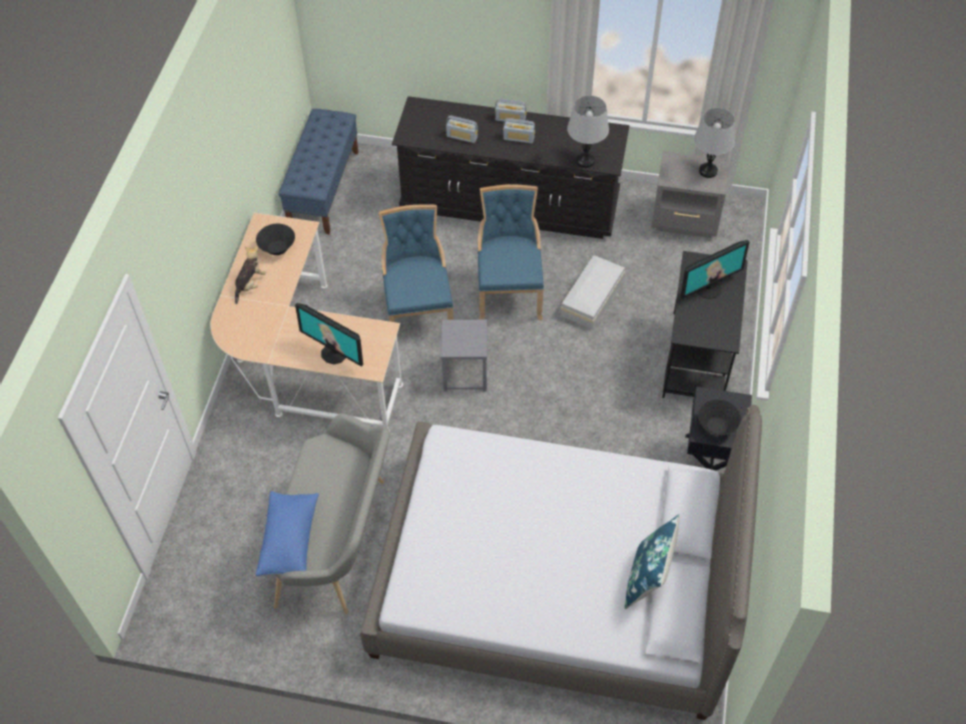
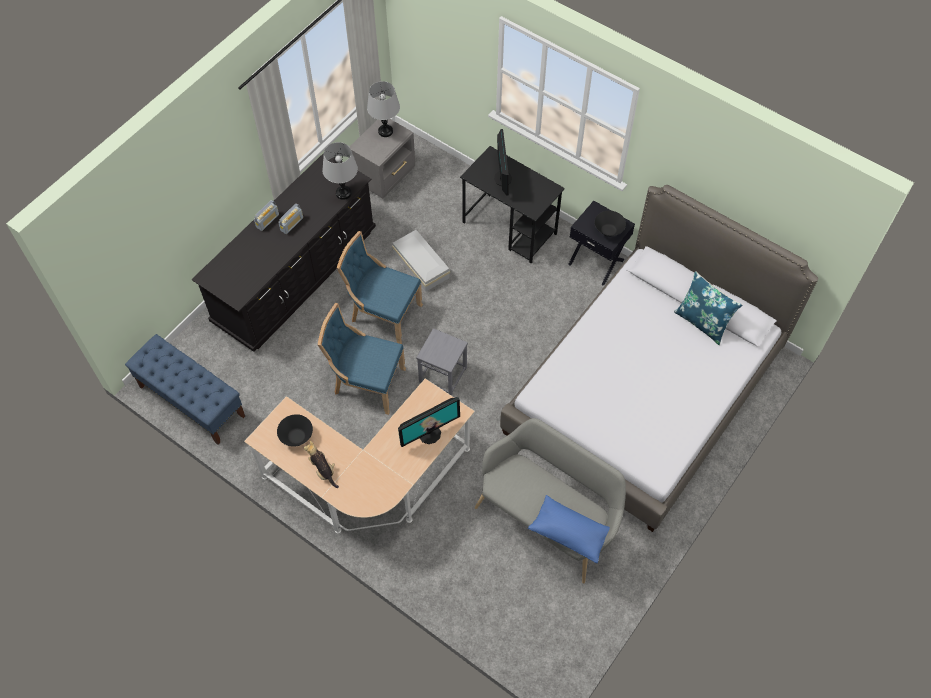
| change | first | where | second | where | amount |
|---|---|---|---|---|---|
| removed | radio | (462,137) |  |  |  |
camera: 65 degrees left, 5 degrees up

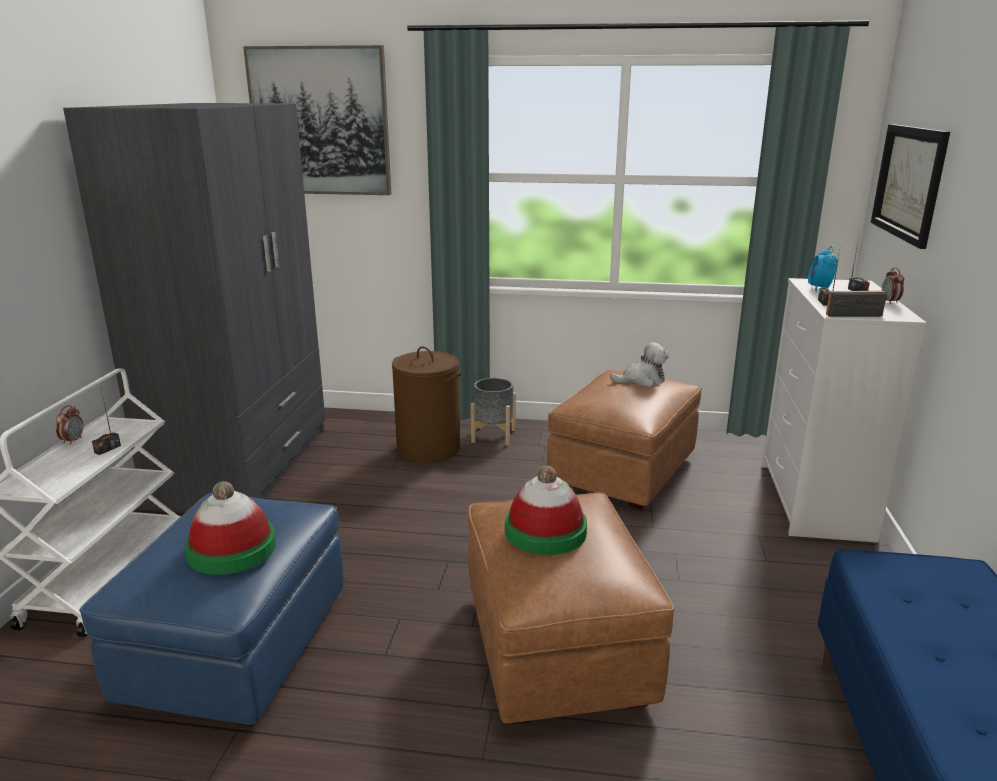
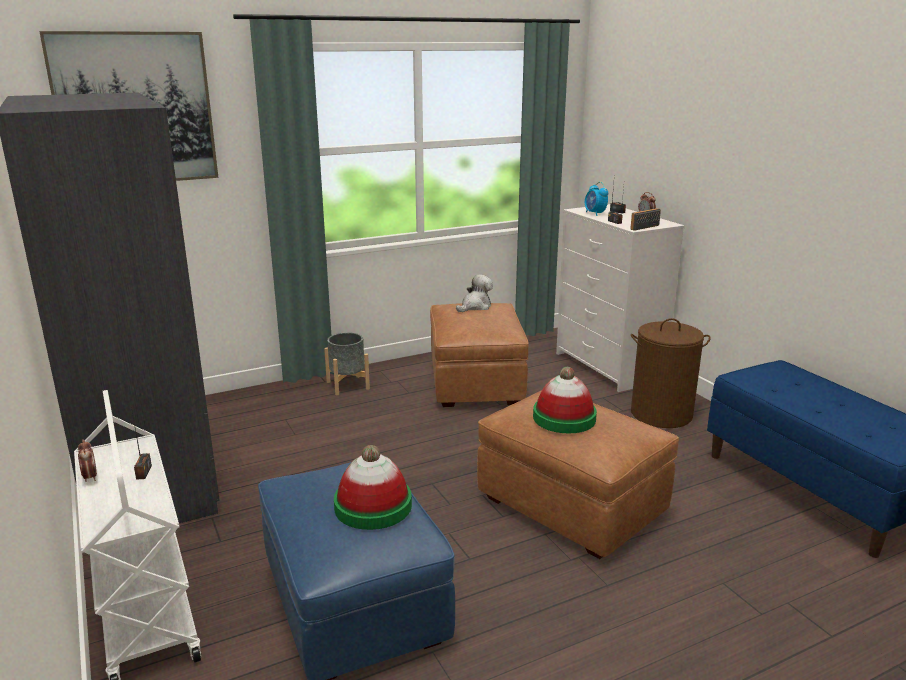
| change | first | where | second | where | amount |
|---|---|---|---|---|---|
| removed | picture | (909,182) |  |  |  |
| moved | laundry basket (brown) | (429,448) |  | (661,414) |  |
camera: 35 degrees left, 0 degrees up

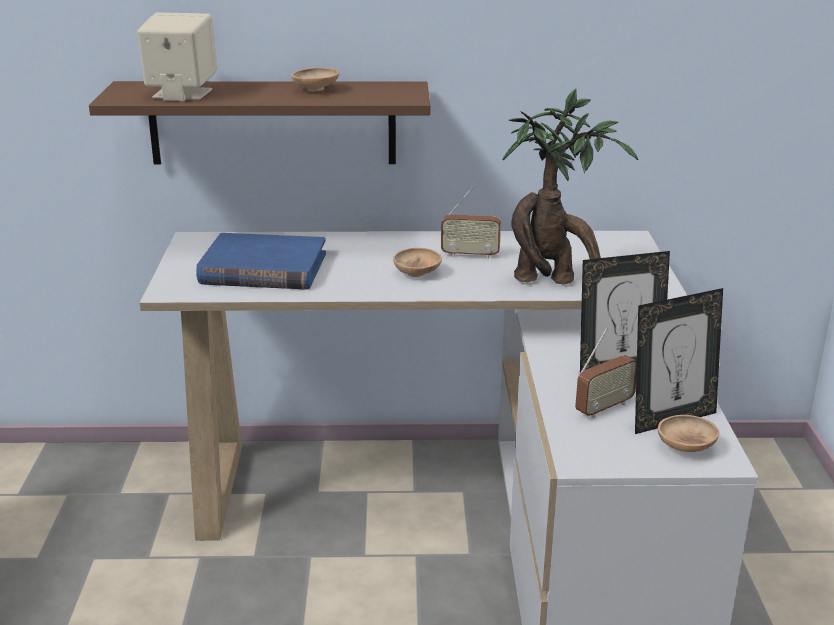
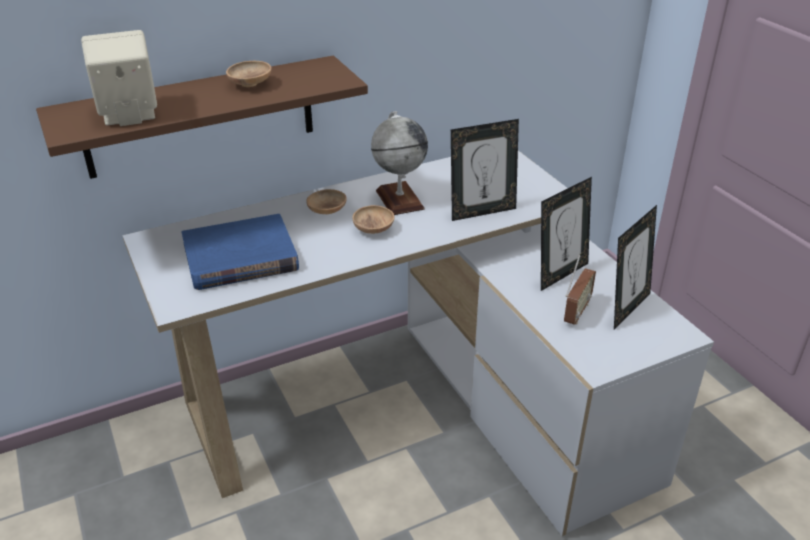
| change | first | where | second | where | amount |
|---|---|---|---|---|---|
| replaced | potted plant | (552,282) | picture frame | (482,211) |  |
| replaced | radio | (470,255) | globe | (399,199) |  |
| moved | bowl (brown) | (685,447) |  | (327,211) |  |
camera: 25 degrees left, 10 degrees up

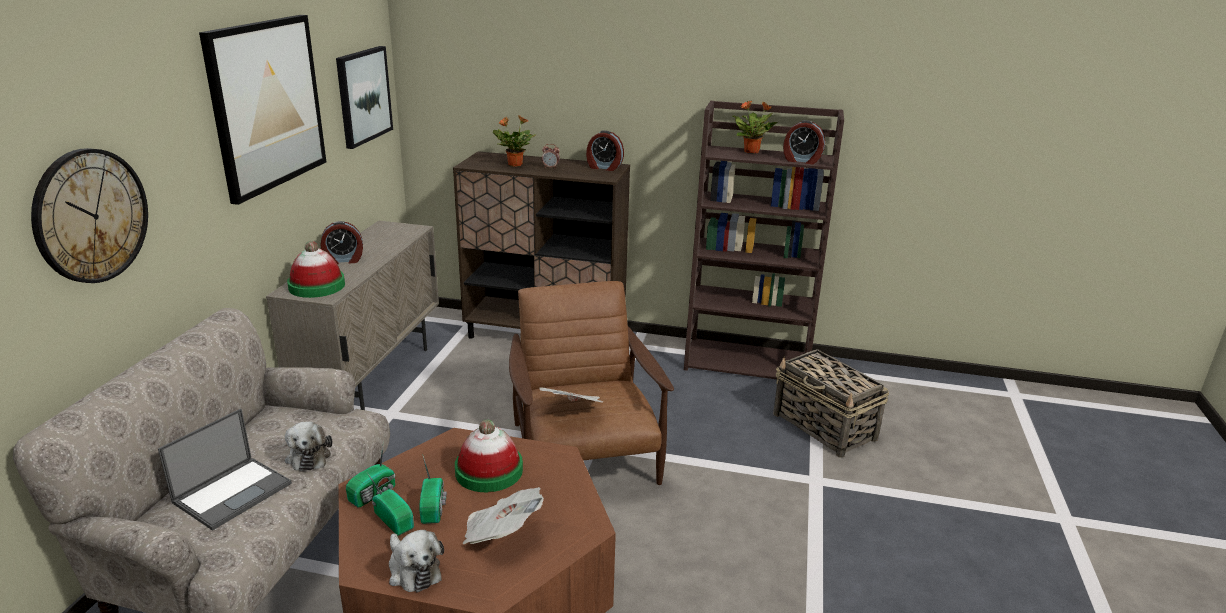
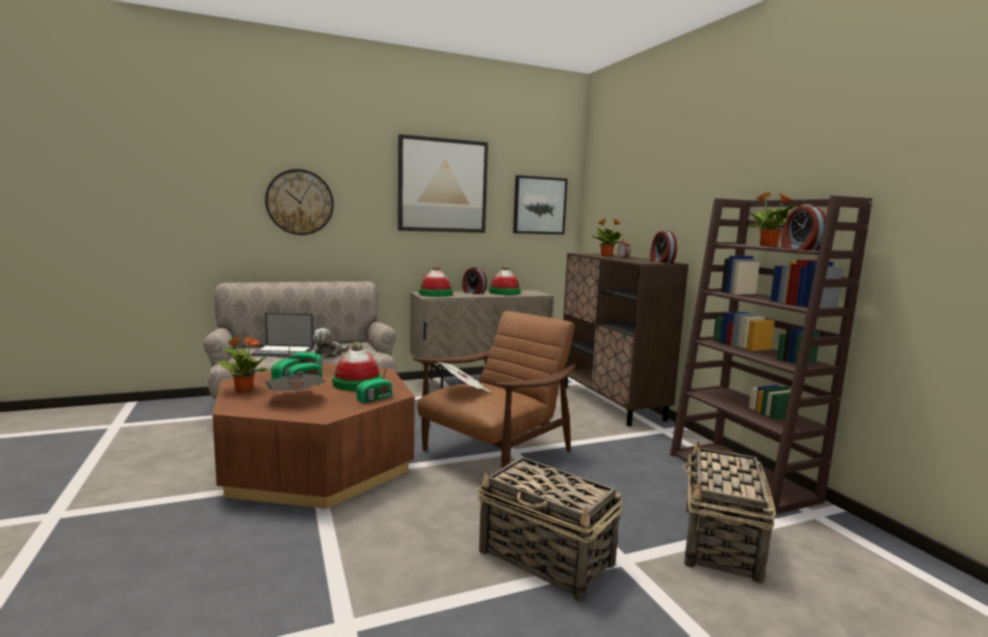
| change | first | where | second | where | amount |
|---|---|---|---|---|---|
| replaced | plush toy | (413,570) | potted plant | (243,389) |  |
| added |  |  | hat | (504,292) |  |
| added |  |  | radio | (376,398) |  |
| added |  |  | basket | (547,558) |  |
camera: 55 degrees right, 15 degrees down

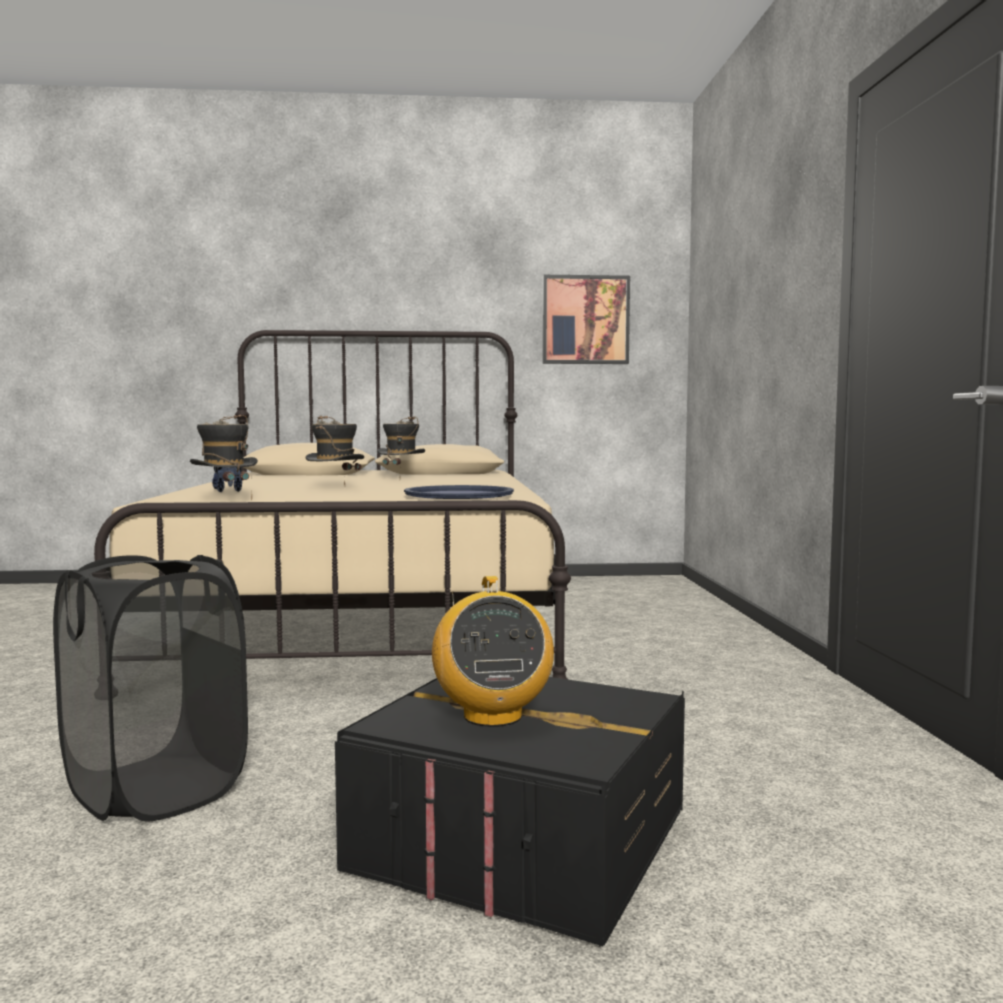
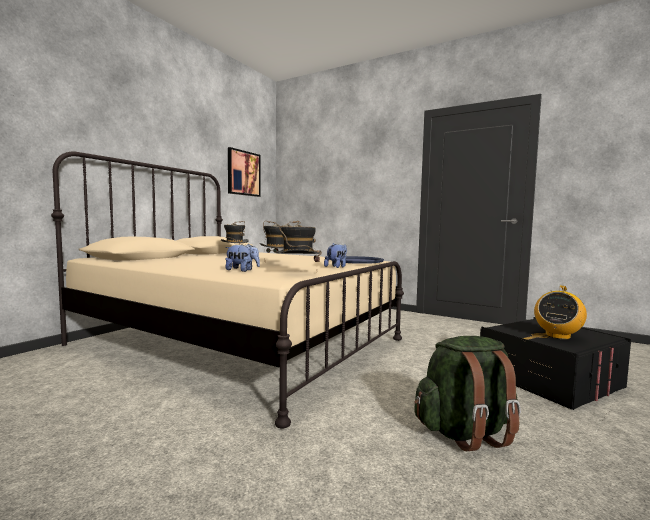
| change | first | where | second | where | amount |
|---|---|---|---|---|---|
| replaced | laundry basket (black) | (154,789) | backpack (green) | (465,432) |  |
| turned | radio | (492,716) |  | (557,336) | 105 degrees clockwise |
| added |  |  | plush toy | (336,267) |  |
camera: 55 degrees left, 0 degrees up

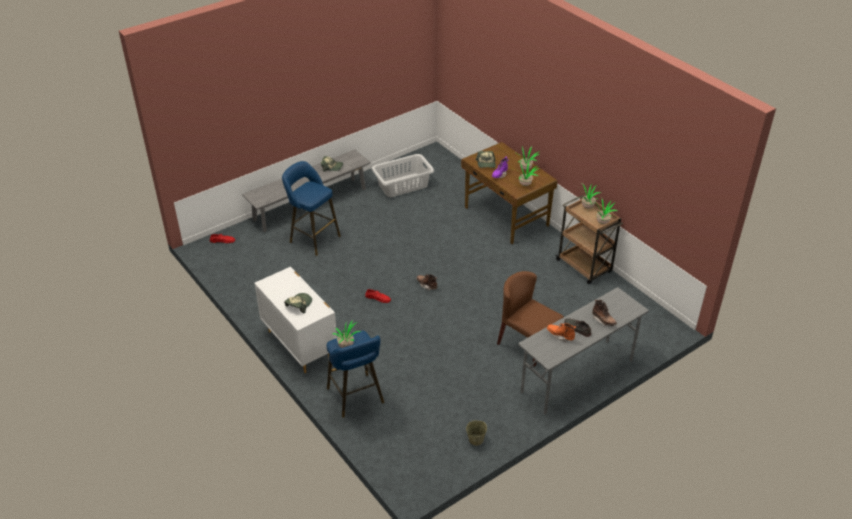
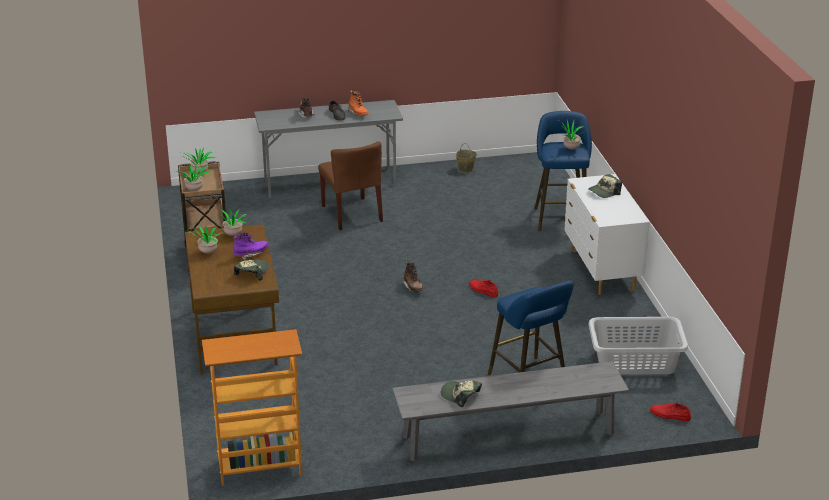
| change | first | where | second | where | amount |
|---|---|---|---|---|---|
| moved | laundry basket (grey) | (402,185) |  | (635,362) |  |
| added |  |  | bookcase | (260,468) |  |
camera: 155 degrees left, 10 degrees down

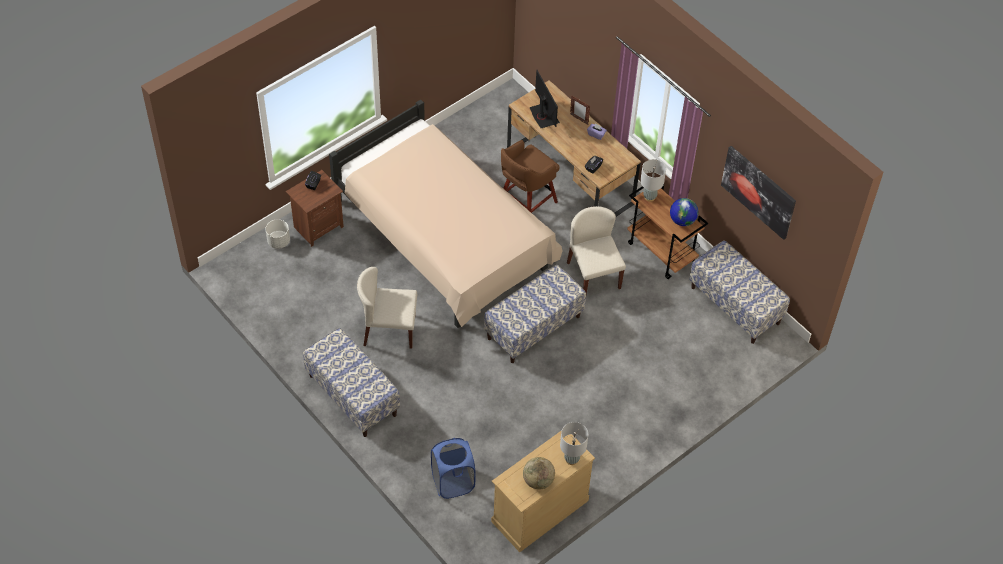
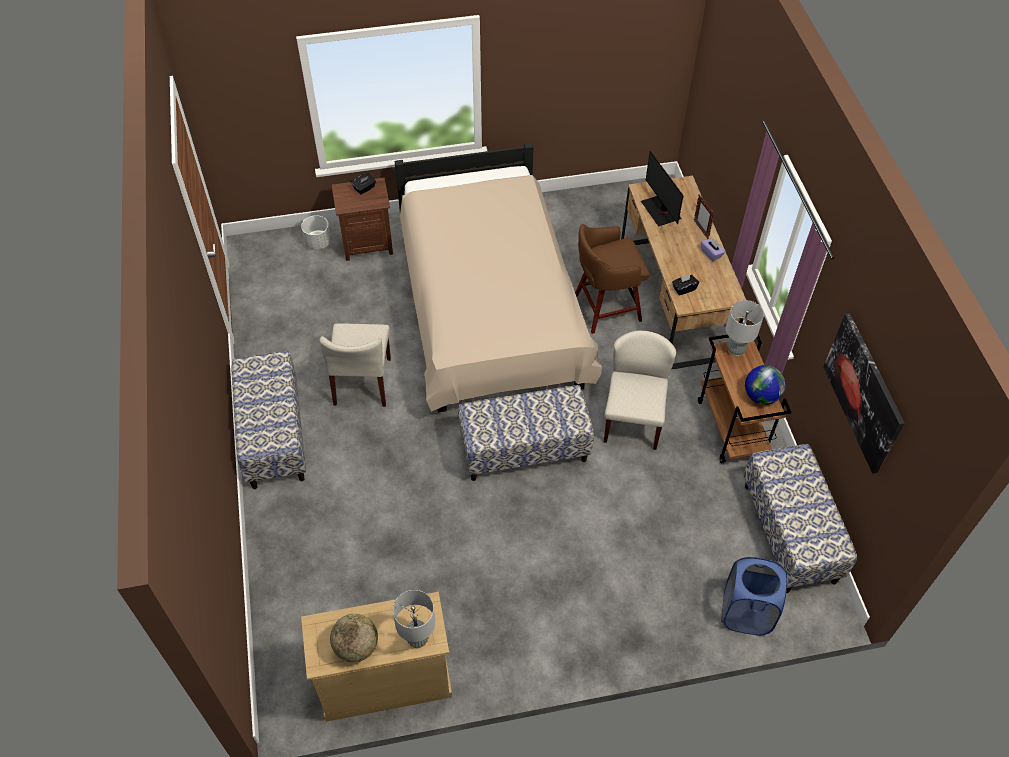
| change | first | where | second | where | amount |
|---|---|---|---|---|---|
| turned | monitor | (543,116) |  | (661,210) | 150 degrees clockwise |
| turned | chair (beige) | (389,330) |  | (363,382) | 120 degrees counterclockwise |
| moved | laundry basket (blue) | (453,482) |  | (745,613) |  |
camera: 30 degrees right, 0 degrees up

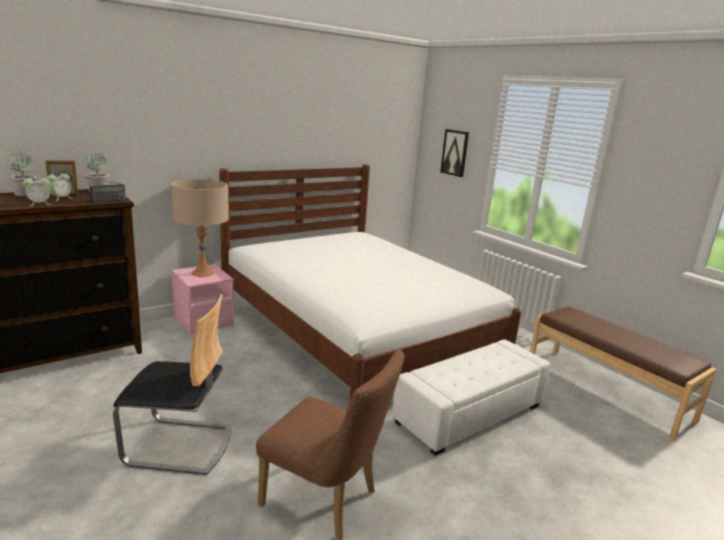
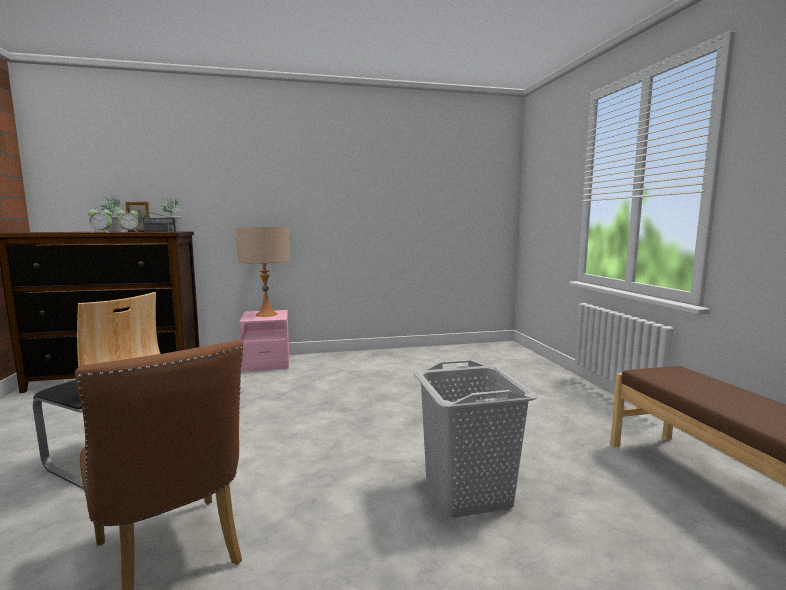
| change | first | where | second | where | amount |
|---|---|---|---|---|---|
| removed | picture | (455,152) |  |  |  |
| removed | bed (white) | (355,335) |  |  |  |
| replaced | ottoman (white) | (469,413) | laundry basket (grey) | (468,492) |  |
camera: 25 degrees right, 10 degrees down

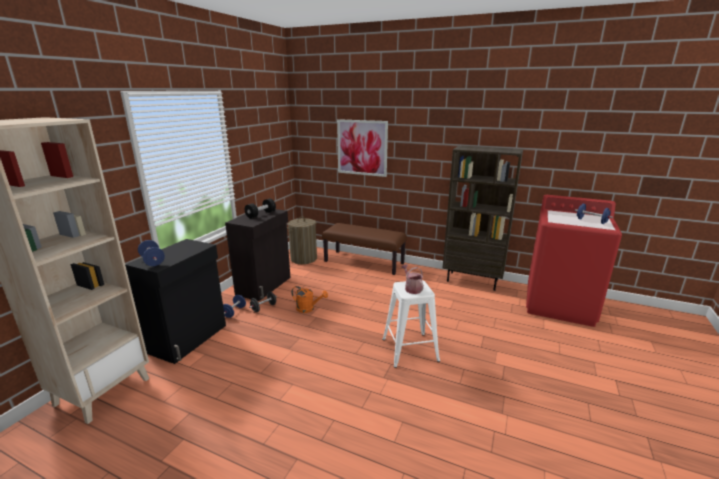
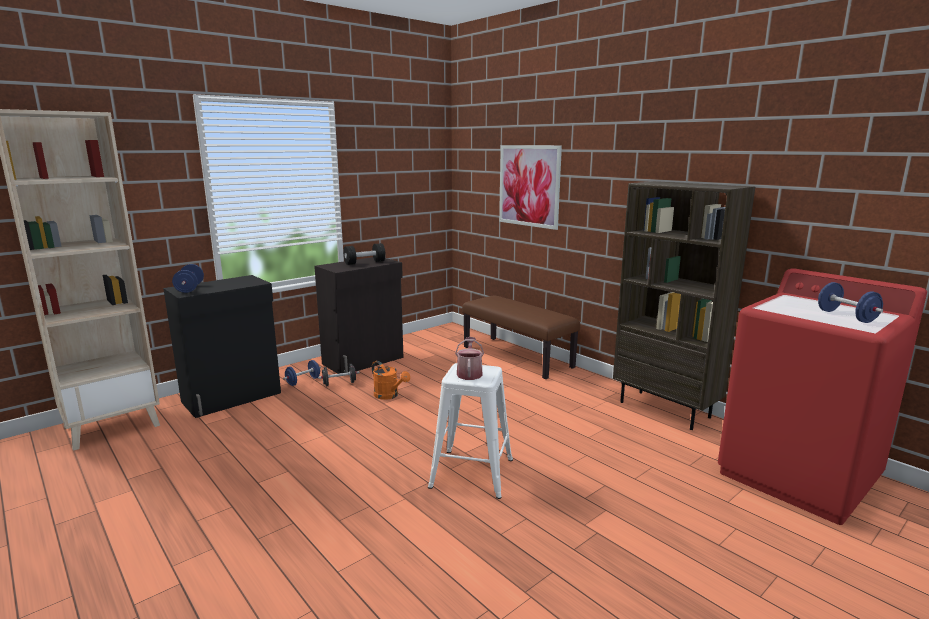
| change | first | where | second | where | amount |
|---|---|---|---|---|---|
| removed | laundry basket | (304,259) |  |  |  |
camera: 25 degrees right, 5 degrees down

